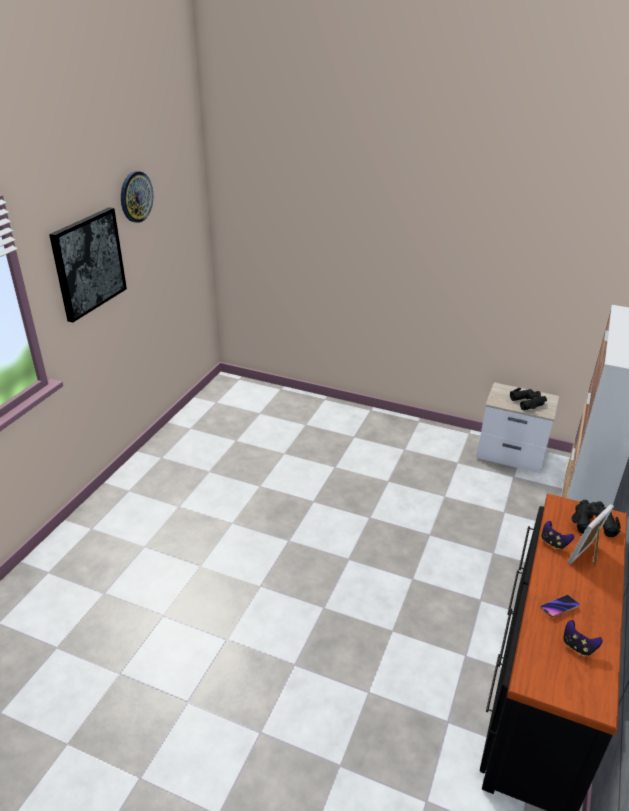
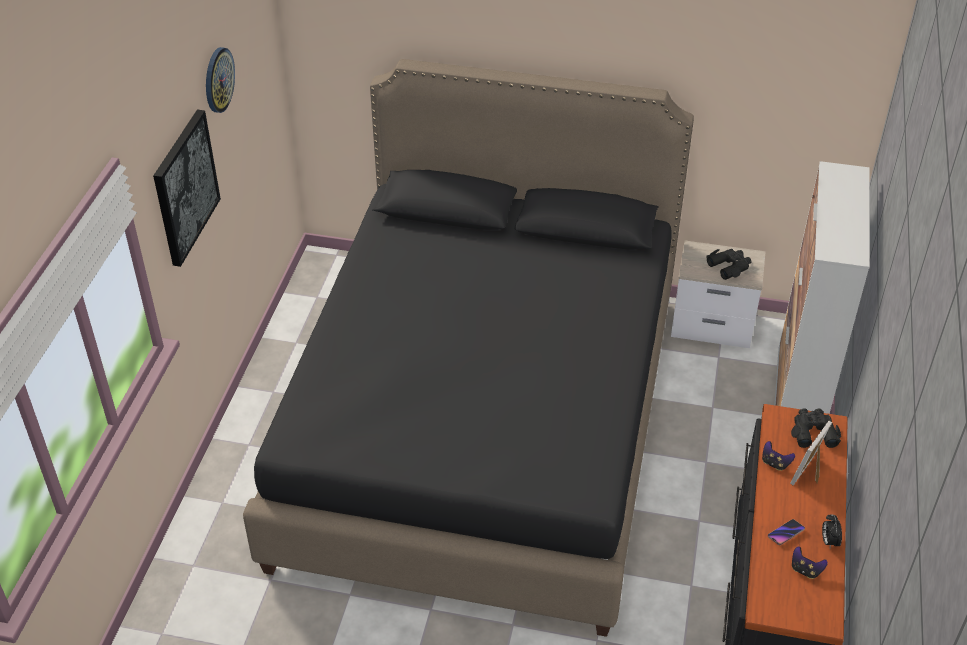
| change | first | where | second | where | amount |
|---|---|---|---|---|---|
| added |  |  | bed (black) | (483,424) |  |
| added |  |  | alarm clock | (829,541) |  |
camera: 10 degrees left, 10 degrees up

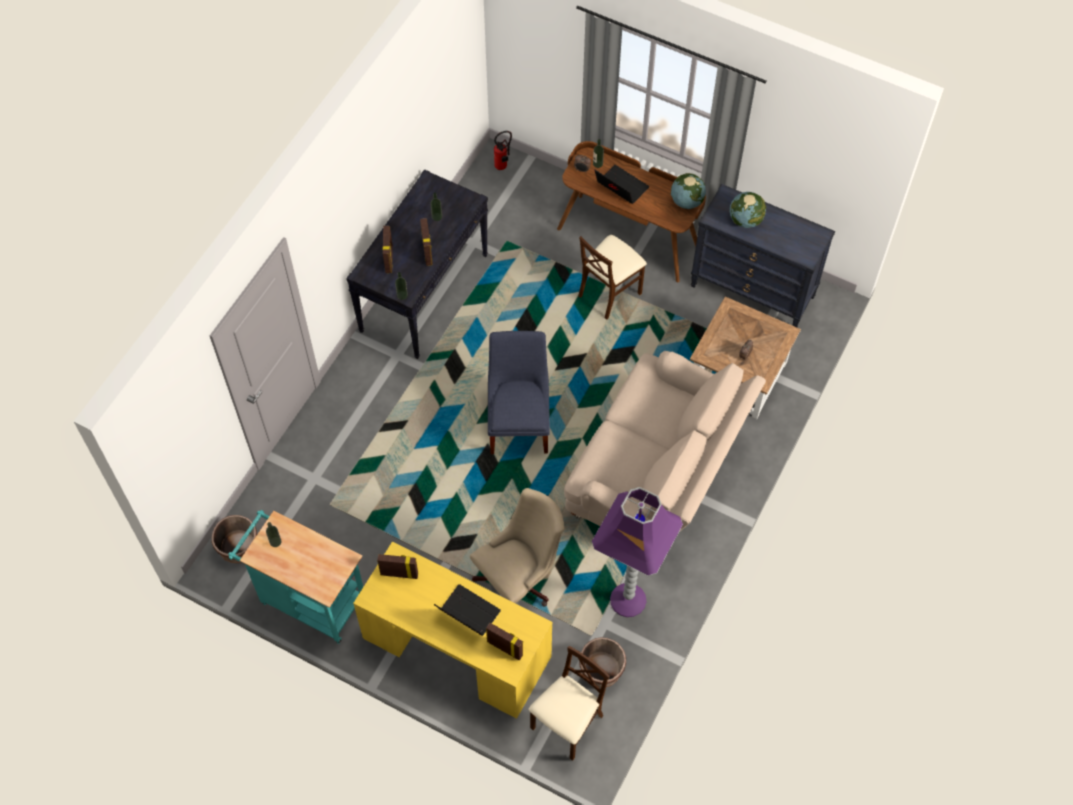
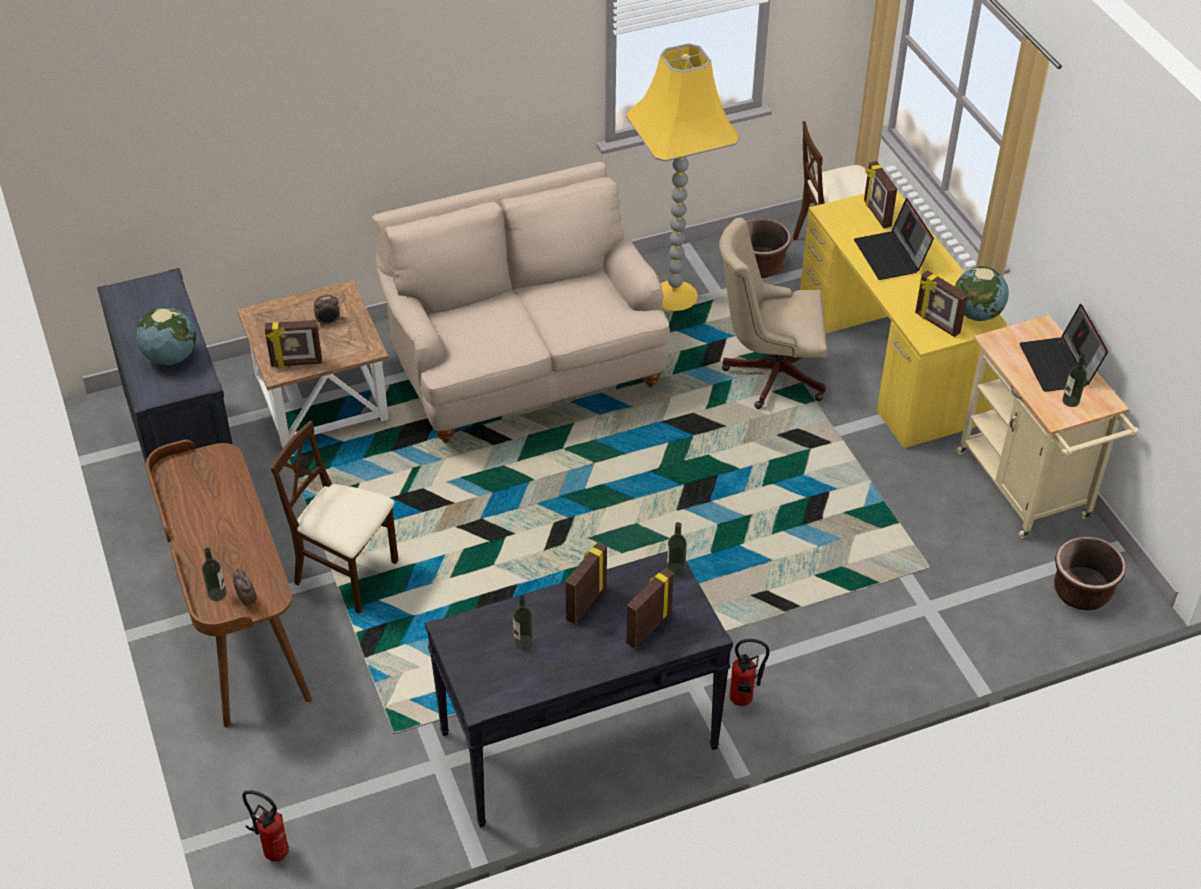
| change | first | where | second | where | amount |
|---|---|---|---|---|---|
| moved | laptop | (620,187) |  | (1059,366) |  |
| moved | globe | (686,201) |  | (977,314) |  |
| turned | chair (beige) | (609,293) |  | (347,574) | 150 degrees counterclockwise |
| removed | chair (blue) | (519,421) |  |  |  |
| recoloured | floor lamp (purple) | (628,601) | floor lamp (yellow) | (675,295) |  |
| recoloured | cart (turquoise) | (308,599) | cart (beige) | (1028,491) |  |
| added |  |  | picture frame | (296,363) |  |
| added |  |  | fire extinguisher | (744,701) |  |
camera: 140 degrees left, 15 degrees down

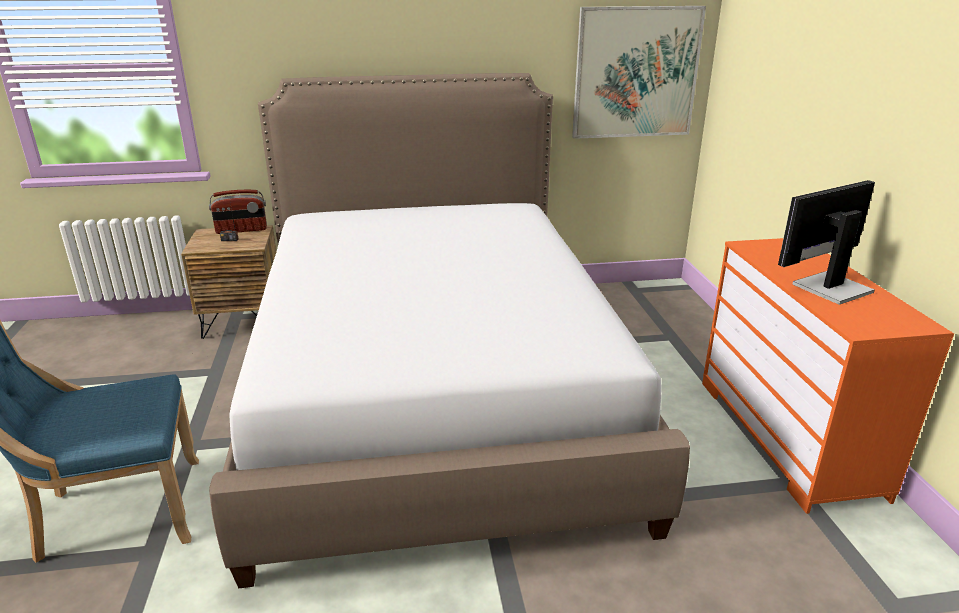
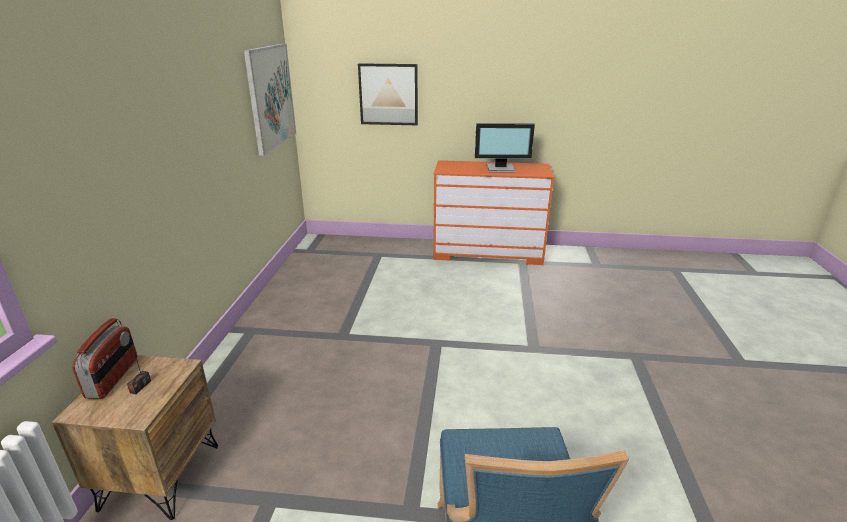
| change | first | where | second | where | amount |
|---|---|---|---|---|---|
| removed | bed | (434,393) |  |  |  |
| turned | monitor | (828,287) |  | (501,169) | 75 degrees counterclockwise |
| added |  |  | picture | (388,94) |  |
camera: 75 degrees left, 0 degrees up

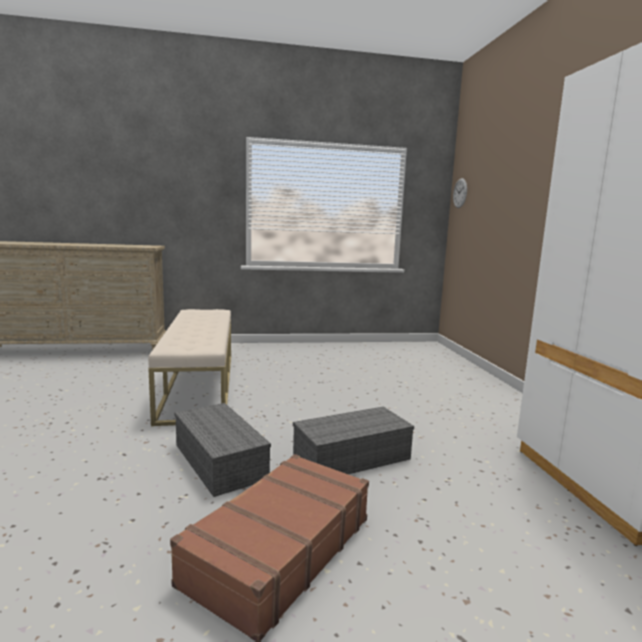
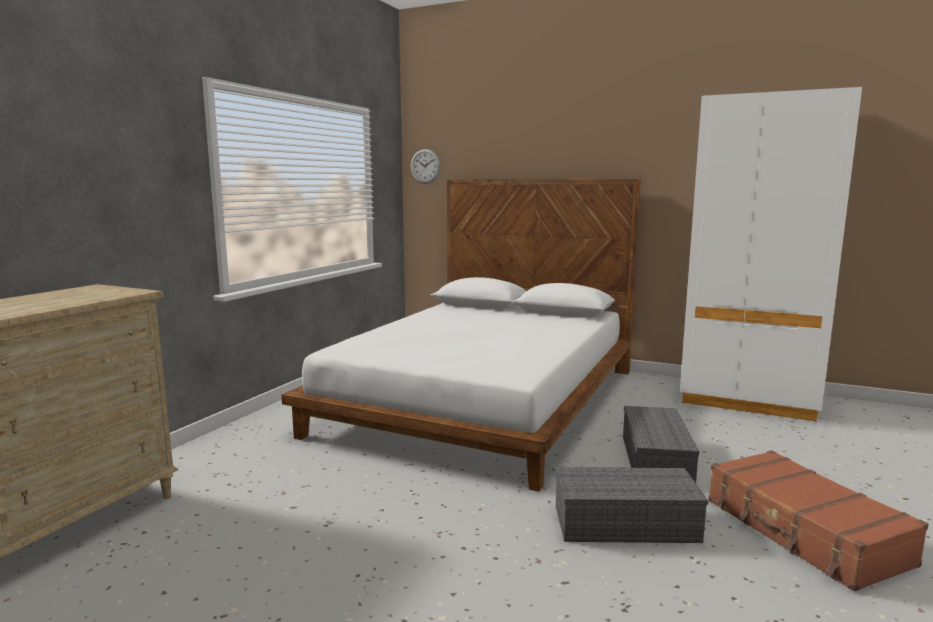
| change | first | where | second | where | amount |
|---|---|---|---|---|---|
| removed | bench (beige) | (199,385) |  |  |  |
| added |  |  | bed (white) | (484,401) |  |
camera: 55 degrees left, 0 degrees up

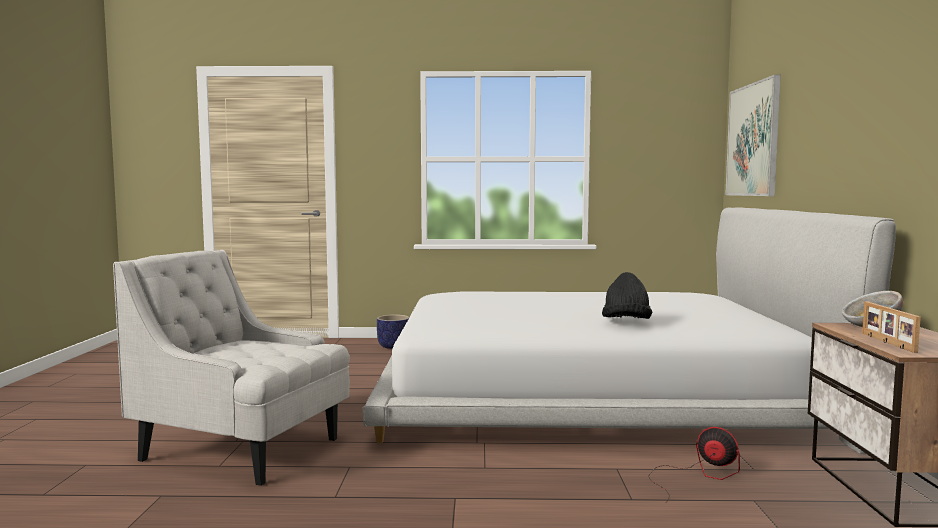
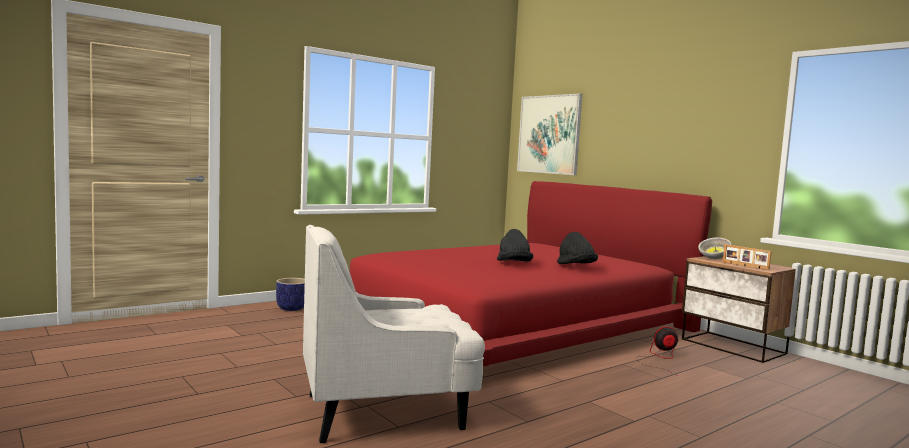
| change | first | where | second | where | amount |
|---|---|---|---|---|---|
| recoloured | bed (white) | (593,393) | bed (red) | (514,322) |  |
| added |  |  | hat (black) | (513,264) |  |
camera: 40 degrees left, 0 degrees up

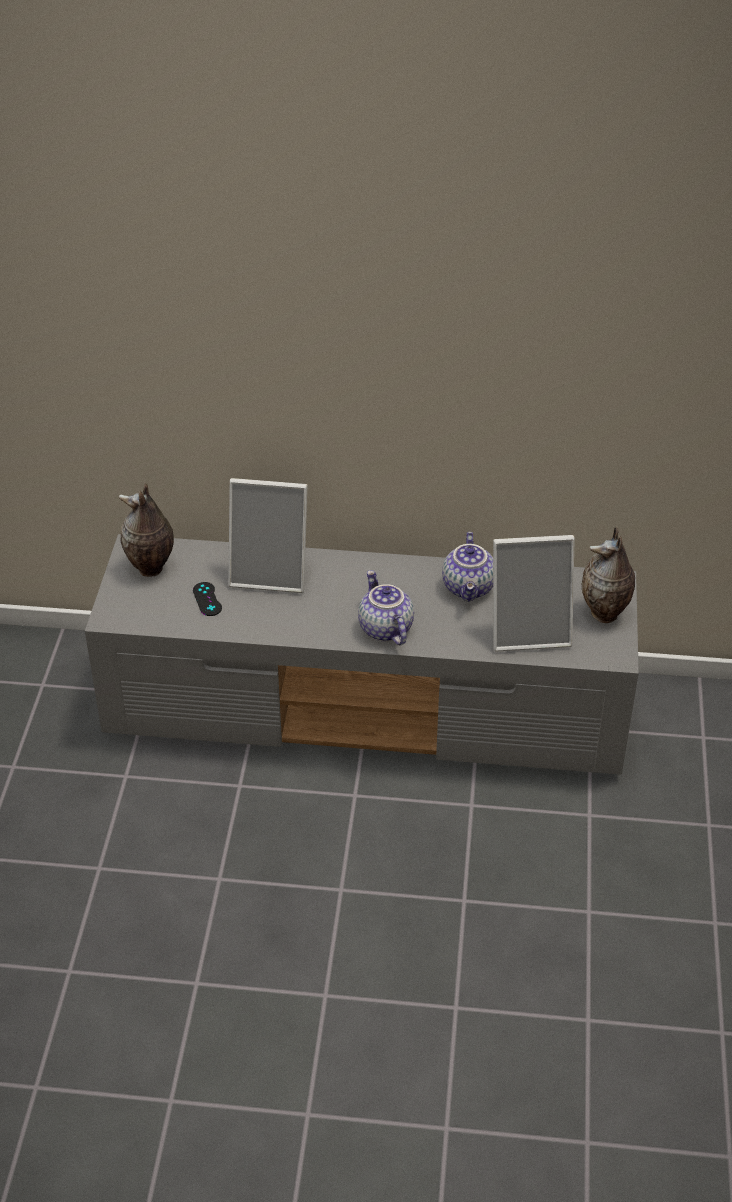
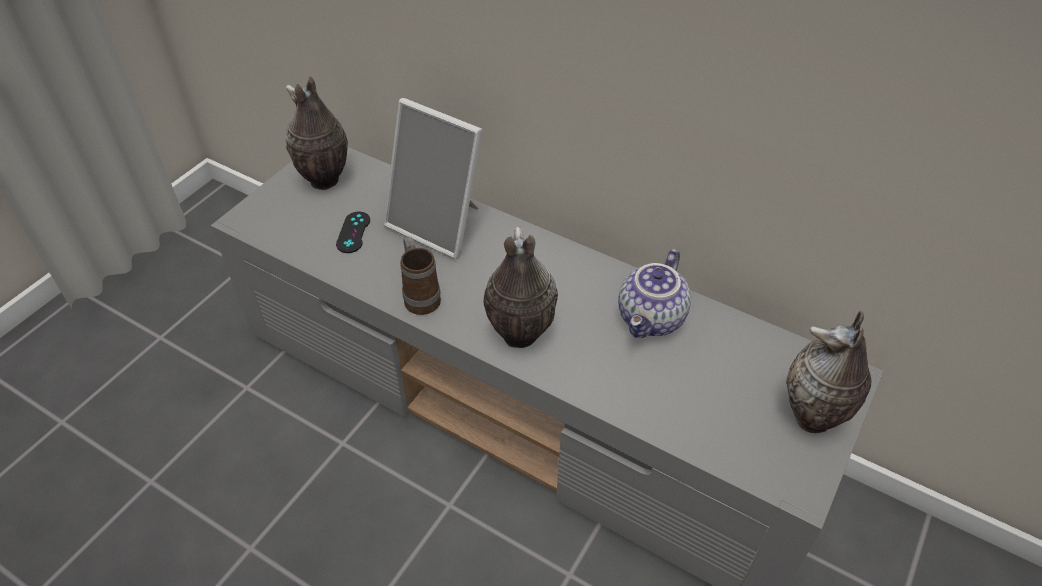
| change | first | where | second | where | amount |
|---|---|---|---|---|---|
| removed | picture frame | (529,630) |  |  |  |
| replaced | teapot | (384,629) | vase | (518,336) |  |
| added |  |  | mug | (420,296) |  |
camera: 25 degrees right, 5 degrees up

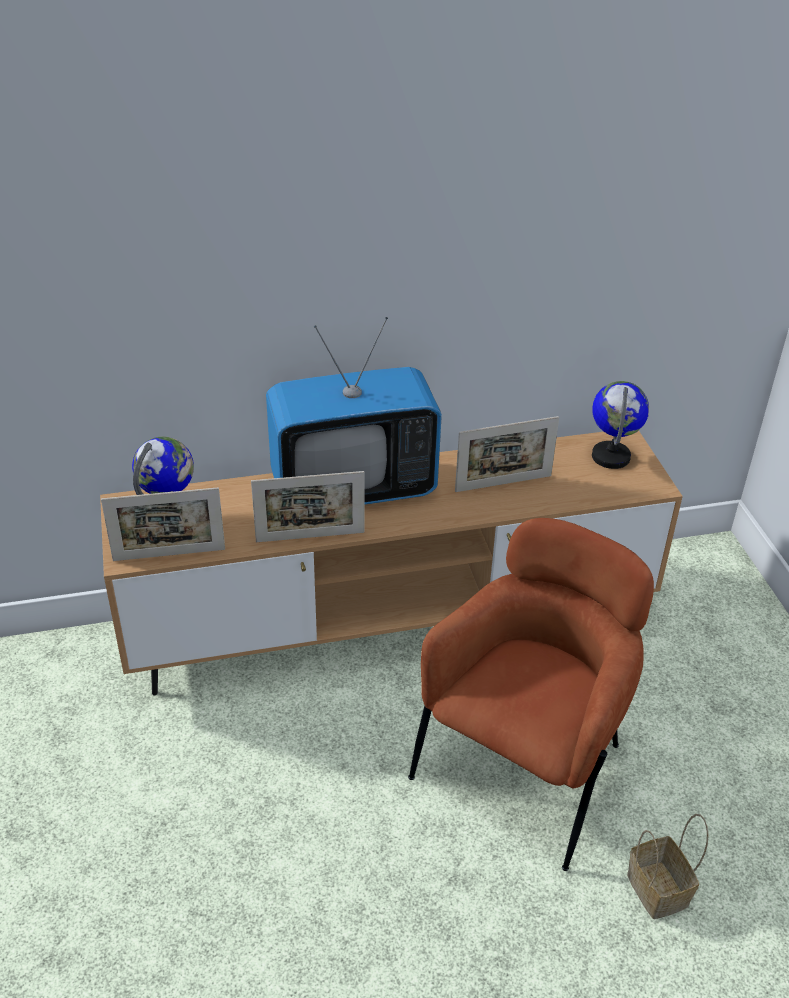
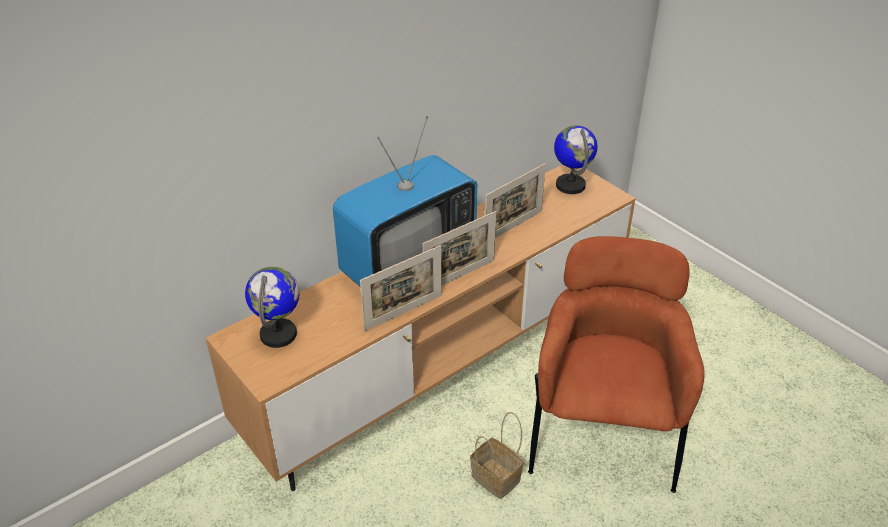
| change | first | where | second | where | amount |
|---|---|---|---|---|---|
| moved | picture frame | (169,555) |  | (459,276) |  |
| moved | basket | (659,891) |  | (497,478) |  |
camera: 25 degrees left, 0 degrees up

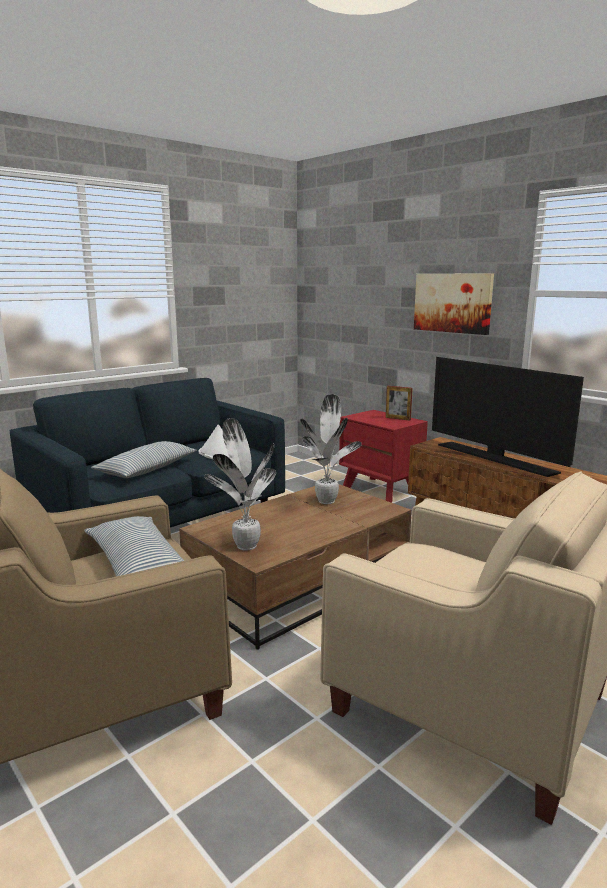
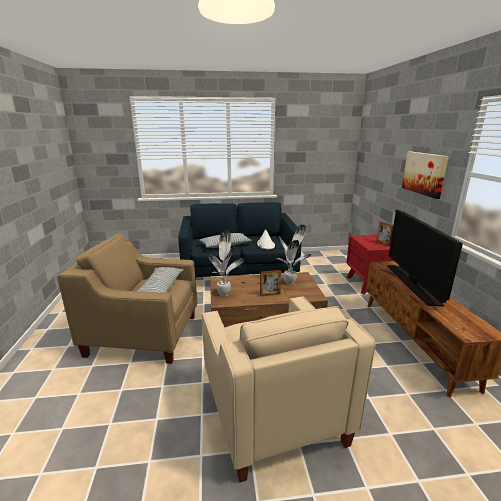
| change | first | where | second | where | amount |
|---|---|---|---|---|---|
| added |  |  | picture frame | (270,294) |  |
camera: 35 degrees right, 5 degrees up

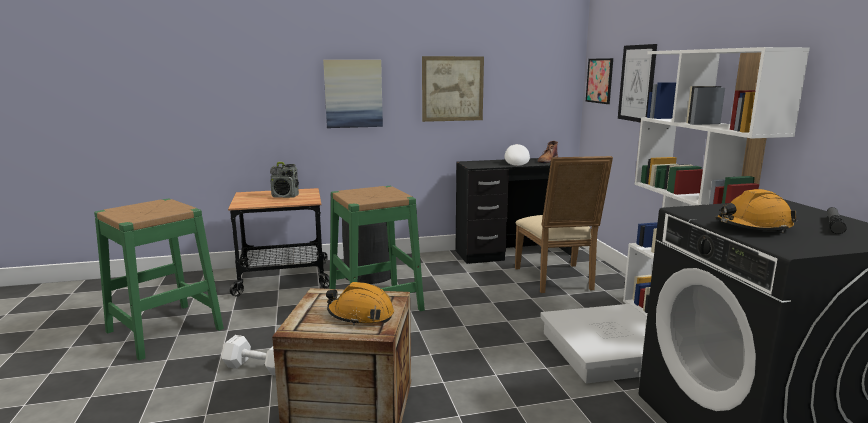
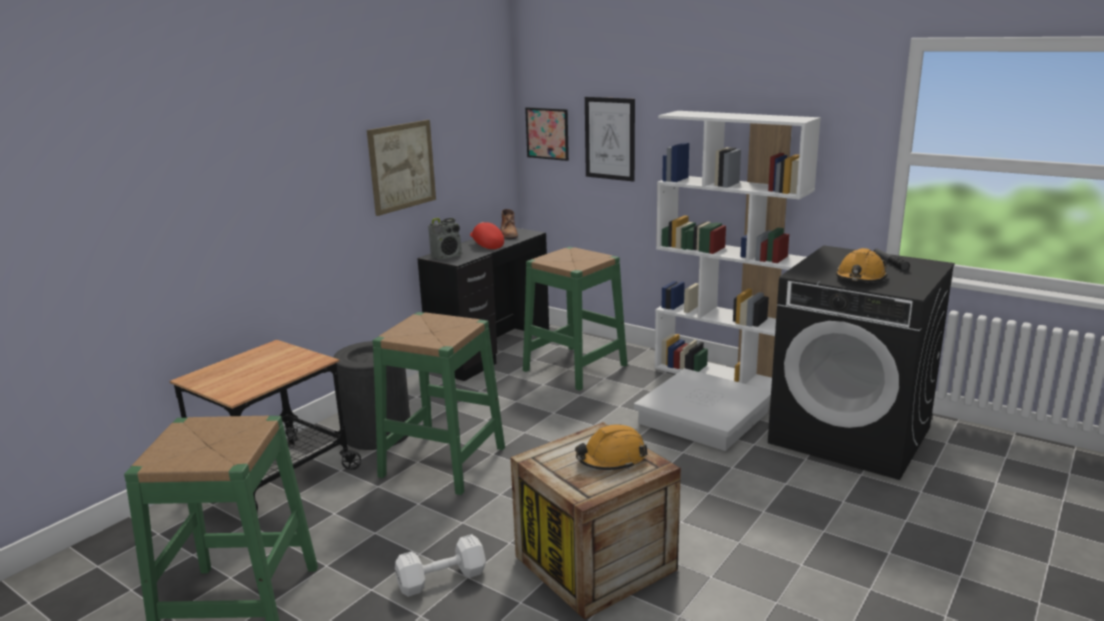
| change | first | where | second | where | amount |
|---|---|---|---|---|---|
| removed | picture | (353,93) |  |  |  |
| recoloured | cap (white) | (516,163) | cap (red) | (486,245) |  |
| replaced | chair (beige) | (557,280) | stool (green) | (575,367) |  |
| moved | radio | (285,196) |  | (447,256) |  |
camera: 40 degrees left, 5 degrees up

